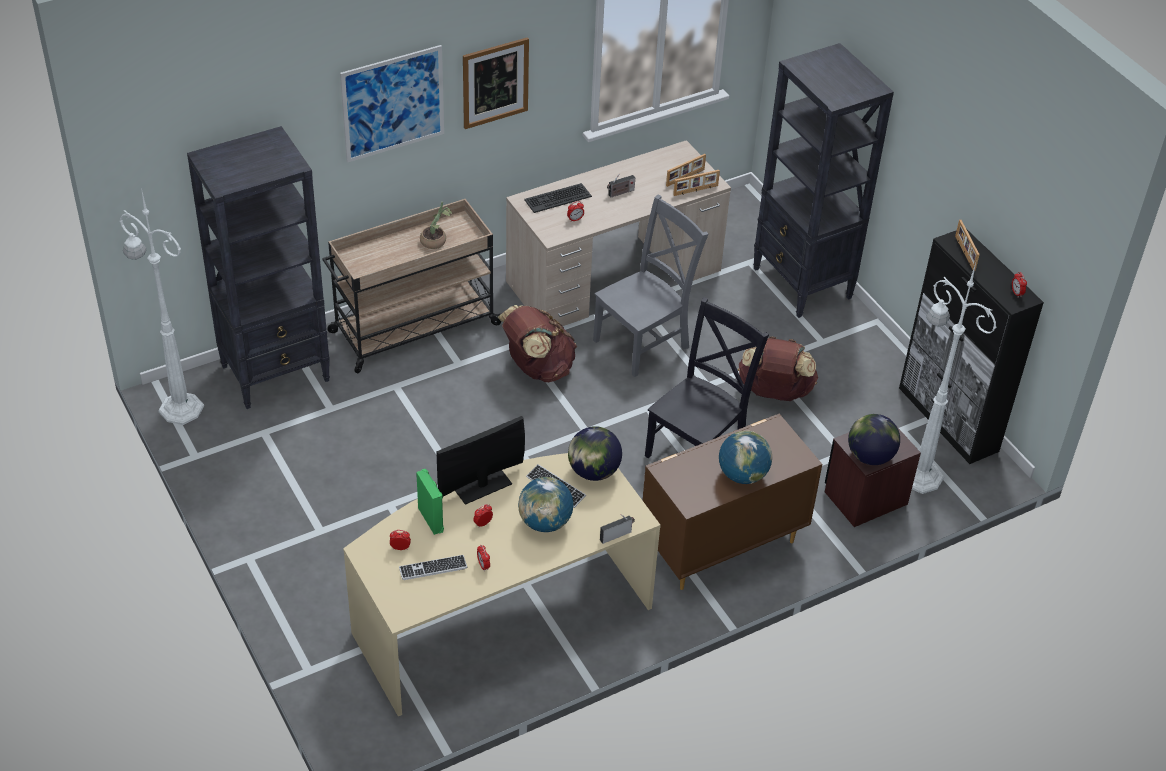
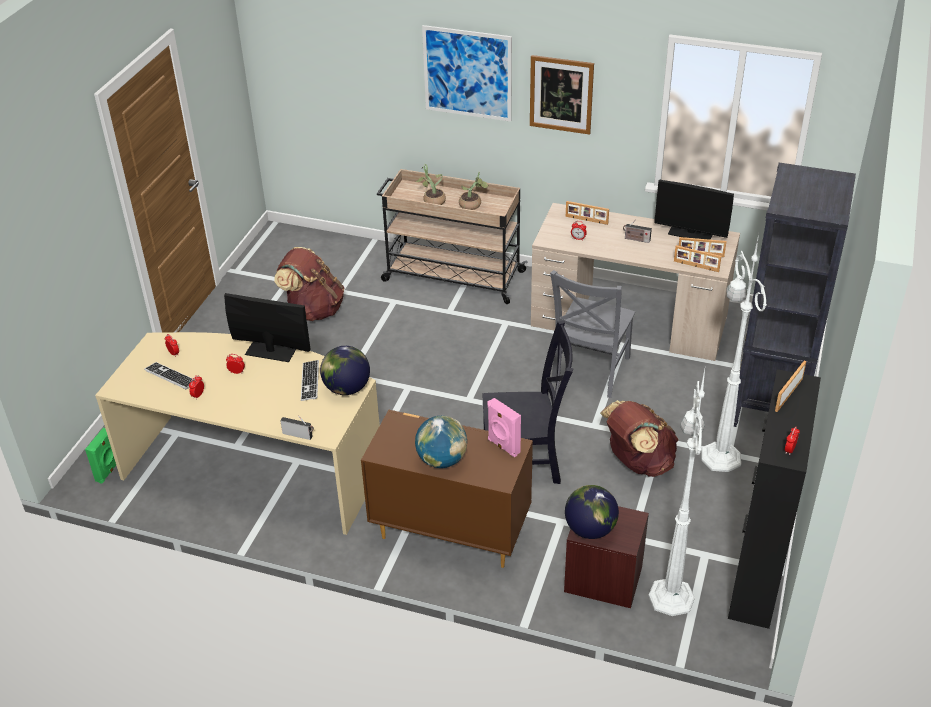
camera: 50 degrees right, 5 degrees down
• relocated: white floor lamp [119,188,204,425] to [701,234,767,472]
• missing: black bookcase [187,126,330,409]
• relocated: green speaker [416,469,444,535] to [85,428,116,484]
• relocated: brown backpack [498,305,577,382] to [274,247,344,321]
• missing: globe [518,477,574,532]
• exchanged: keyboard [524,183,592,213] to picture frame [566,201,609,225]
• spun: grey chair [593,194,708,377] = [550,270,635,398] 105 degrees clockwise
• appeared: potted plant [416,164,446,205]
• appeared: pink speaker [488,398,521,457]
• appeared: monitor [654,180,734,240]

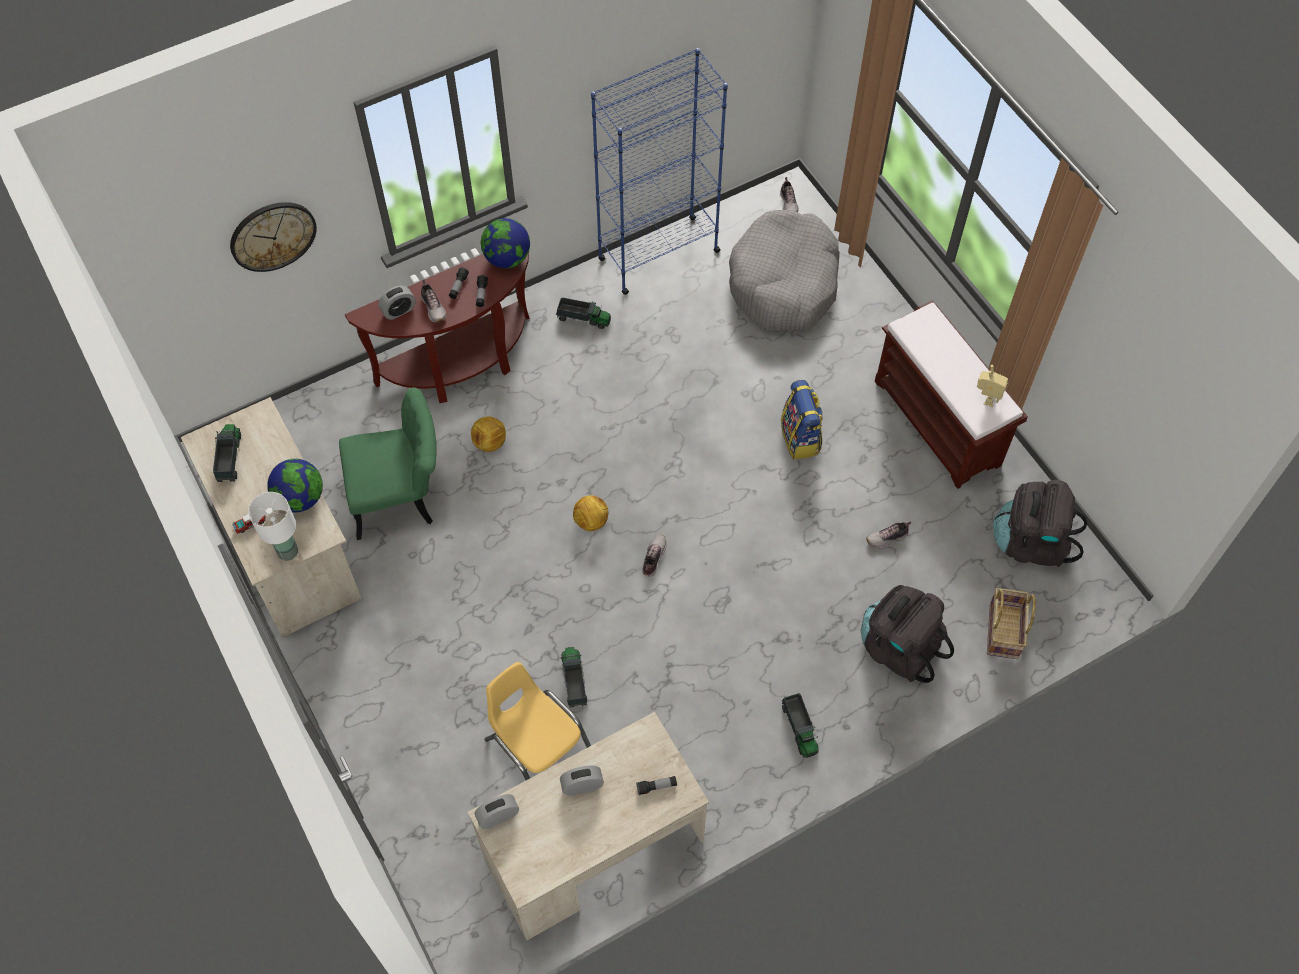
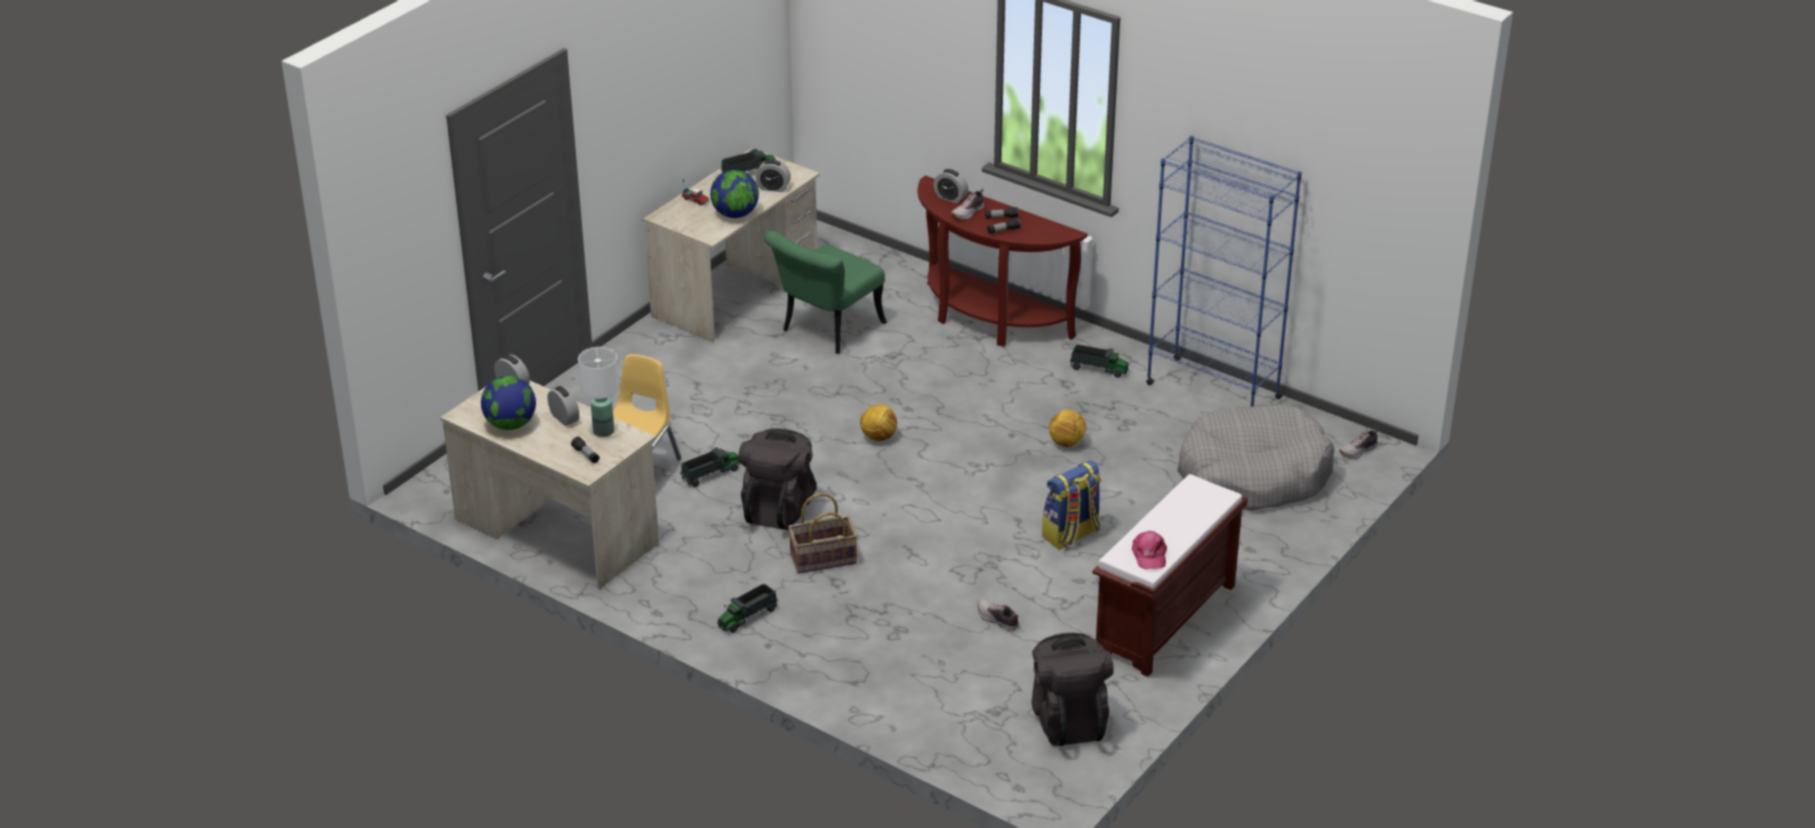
camera: 65 degrees right, 25 degrees down
• missing: wall clock [230,202,317,272]
• relocated: white table lamp [248,492,298,561] to [578,347,620,437]
• spun: green chair [339,387,436,540] = [764,231,887,354] 75 degrees clockwise
• relocated: football [471,416,506,452] to [1049,409,1086,447]
• relocated: globe [481,218,530,268] to [481,376,536,430]
• spun: toy truck [556,298,611,329] = [1069,345,1128,378] 60 degrees counterclockwise
• missing: shoe [642,535,667,577]
• relocated: black backpack [861,585,954,683] to [738,428,817,530]
• exchanged: toy robot [977,365,1008,407] to pink cap [1132,531,1167,569]
• relocated: basket [987,588,1036,659] to [788,493,857,574]
• appeared: alarm clock [755,160,791,192]

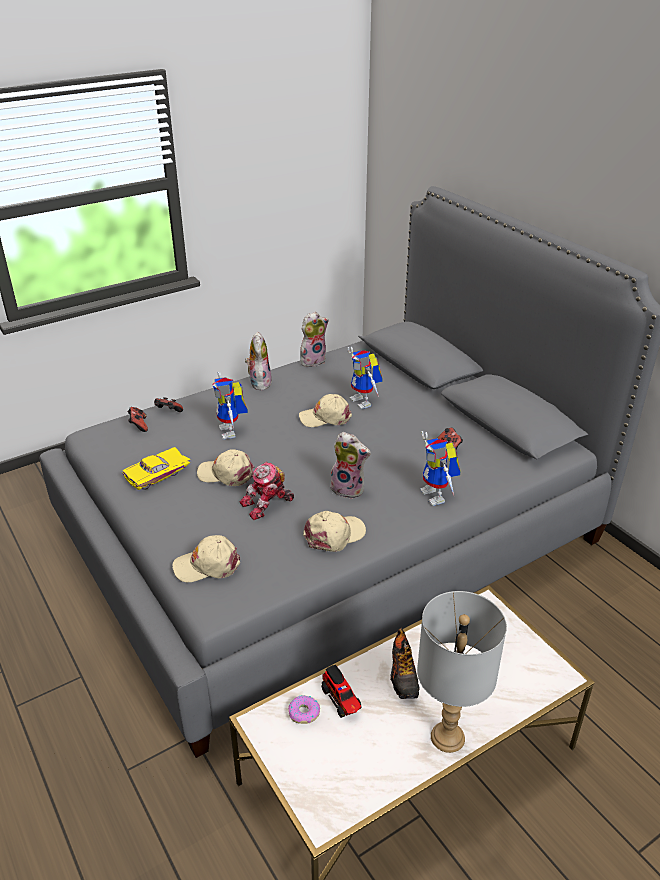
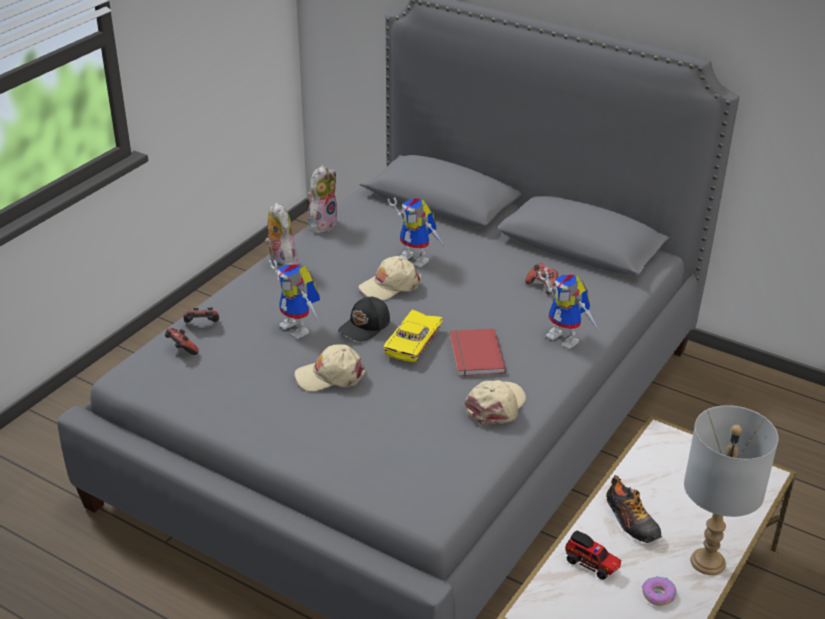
camera: 25 degrees left, 0 degrees up
• relocated: yellow toy car [123,447,191,490] to [384,310,443,362]
• missing: beige cap [172,535,240,583]
• missing: toy robot [239,462,294,520]
• relocated: donut [288,695,320,724] to [642,576,677,606]
• exchanged: plush toy [329,432,371,499] to red book [450,329,506,377]
• appeared: black cap [338,297,390,341]

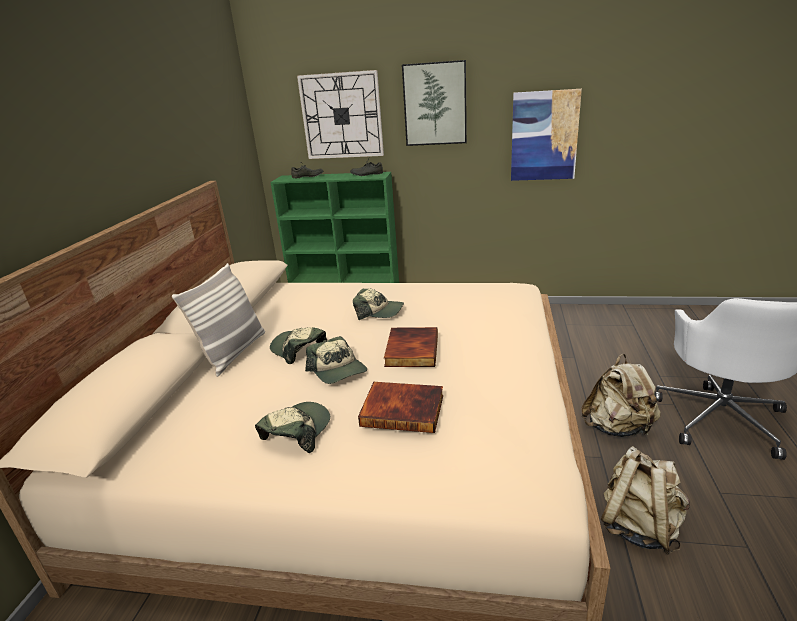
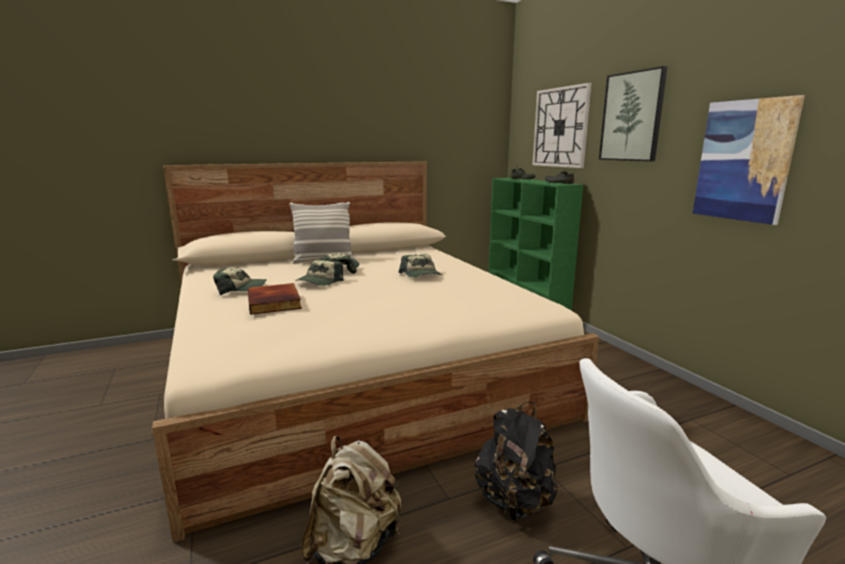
camera: 55 degrees right, 10 degrees down
• missing: book [384,327,438,367]
• colour: beige backpack [581,354,661,437] to black backpack [475,402,558,521]

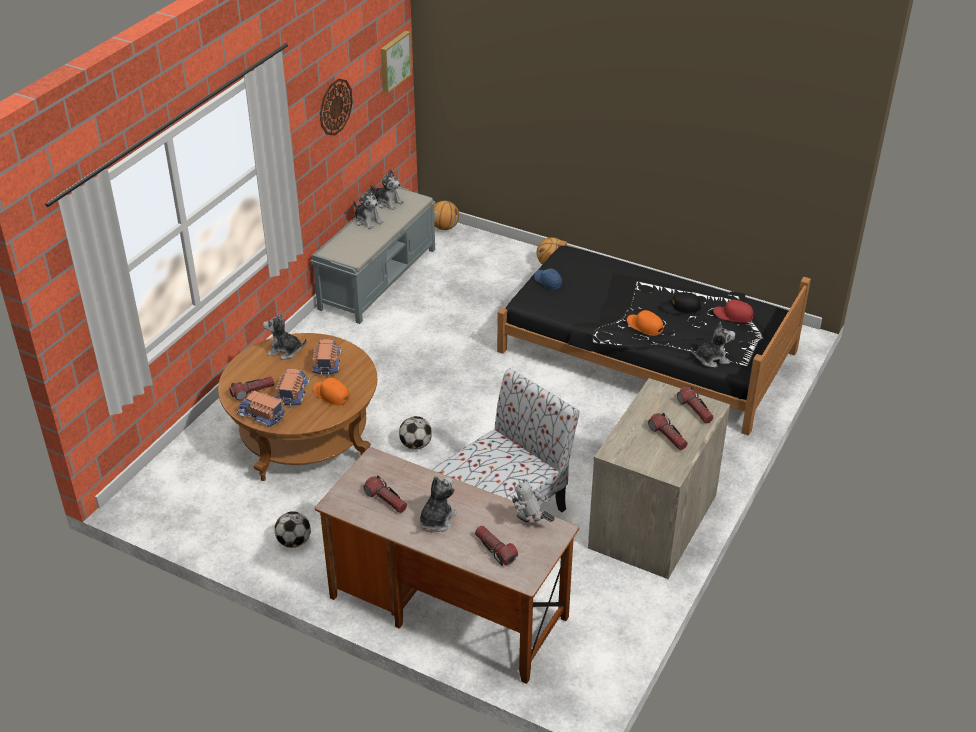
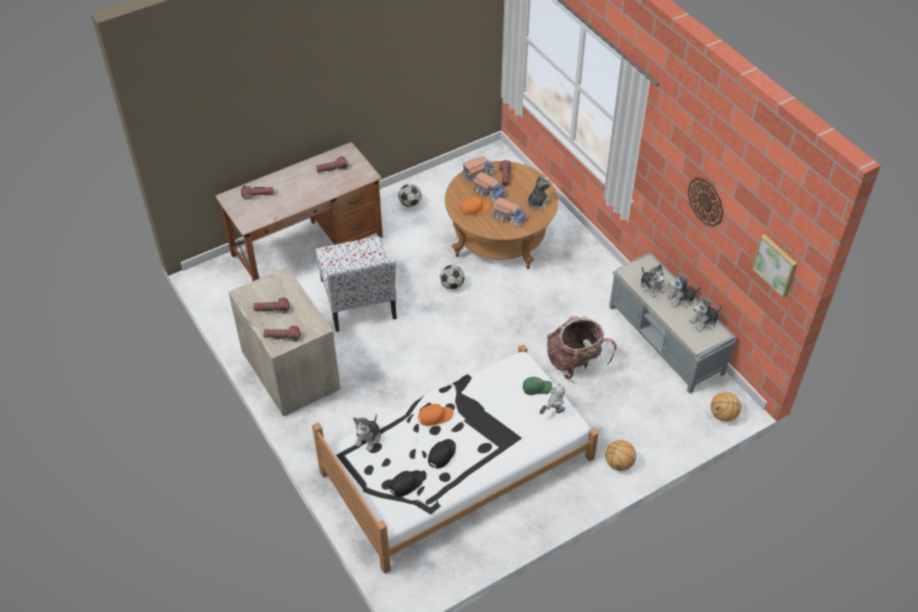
camera: 120 degrees right, 10 degrees up
• relocated: plush toy [419,476,457,532] to [640,265,665,298]
• colour: black bed [497,240,811,436] to white bed [312,344,599,574]
• relocated: toy robot [511,479,555,522] to [539,383,566,414]
• colour: blue cap [534,268,562,290] to green cap [523,377,552,395]
• colour: red cap [713,300,753,323] to black cap [390,470,424,497]
• appeared: backpack [547,316,616,379]

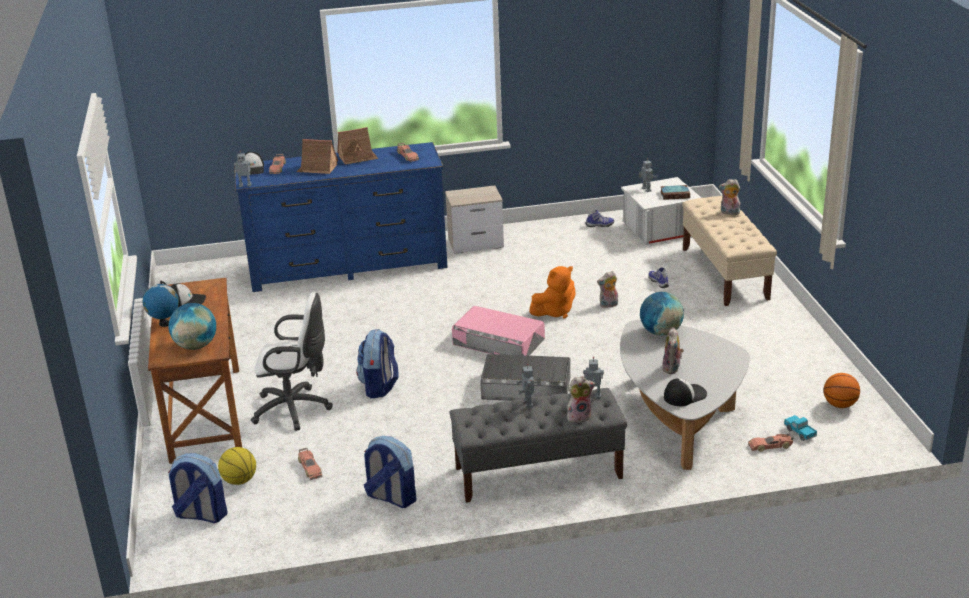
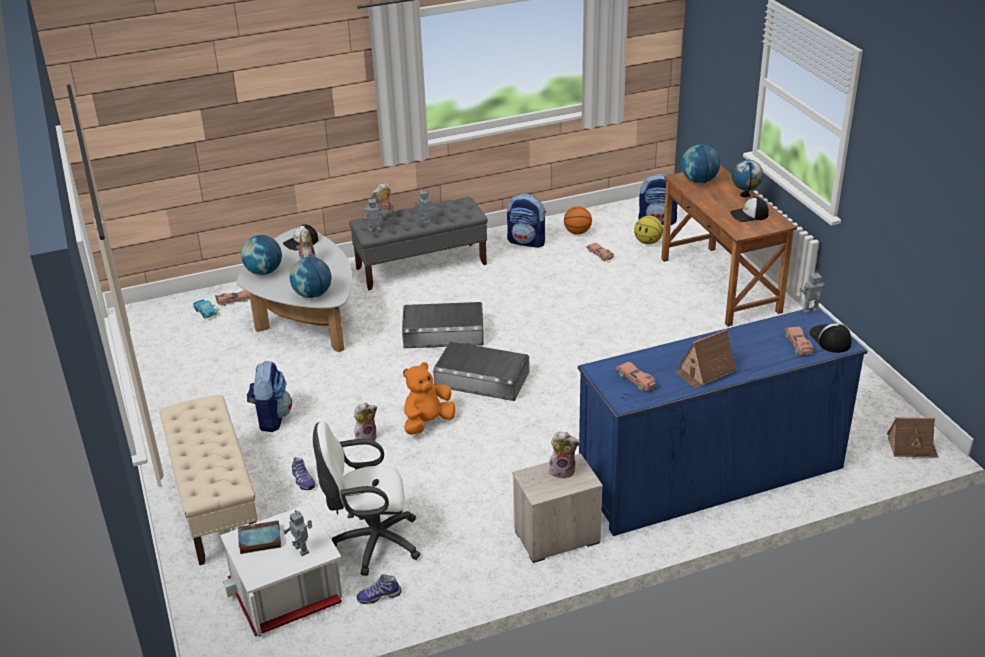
camera: 170 degrees right, 5 degrees up
• relocated: white office chair [251,292,333,431] to [313,422,421,576]
• relocated: toy house [297,139,338,174] to [887,417,939,460]
• relocated: backpack [356,329,398,398] to [247,361,292,432]
• colour: pink storage box [452,306,545,356] to grey storage box [433,342,529,401]
• relocated: plush toy [719,179,740,215] to [549,432,580,478]
• relocated: basketball [824,373,860,408] to [564,206,592,235]
• appeared: globe [241,235,282,275]

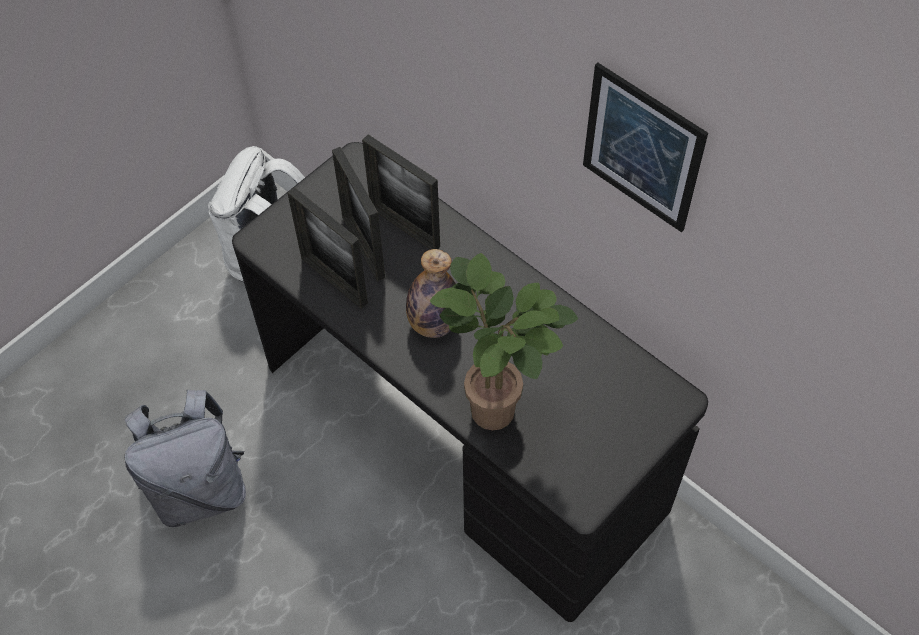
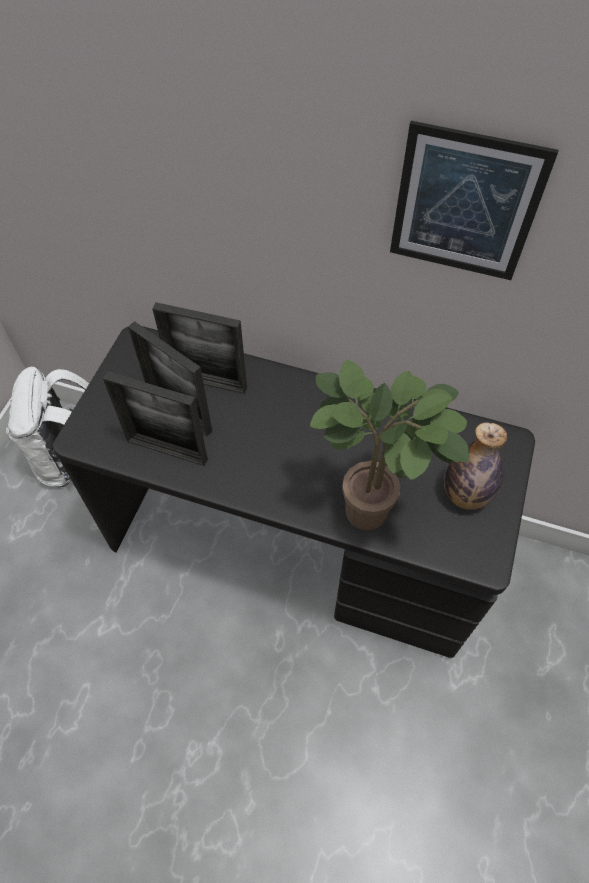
camera: 25 degrees left, 0 degrees up
• missing: grey backpack [124,390,246,527]
• relocated: bottle [406,249,456,338] to [444,422,507,510]

